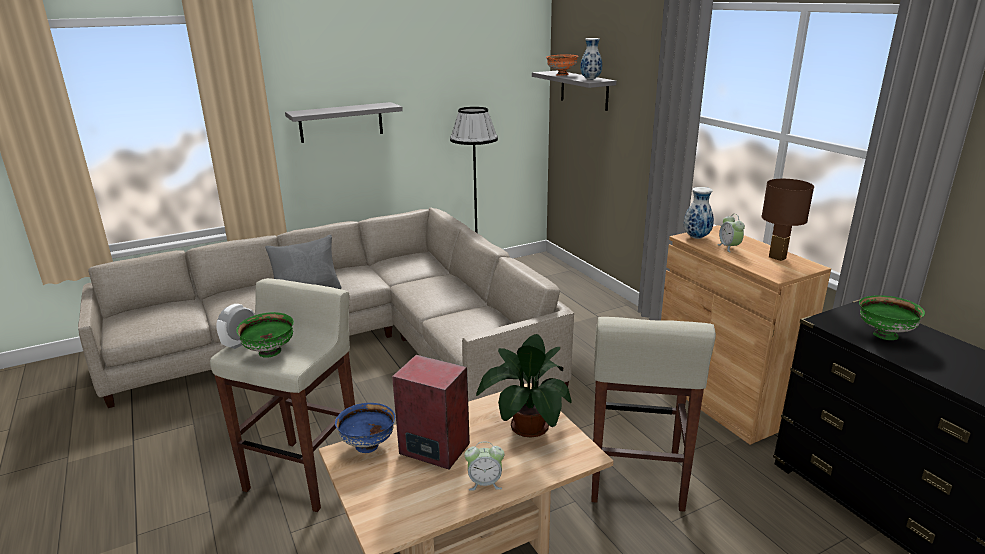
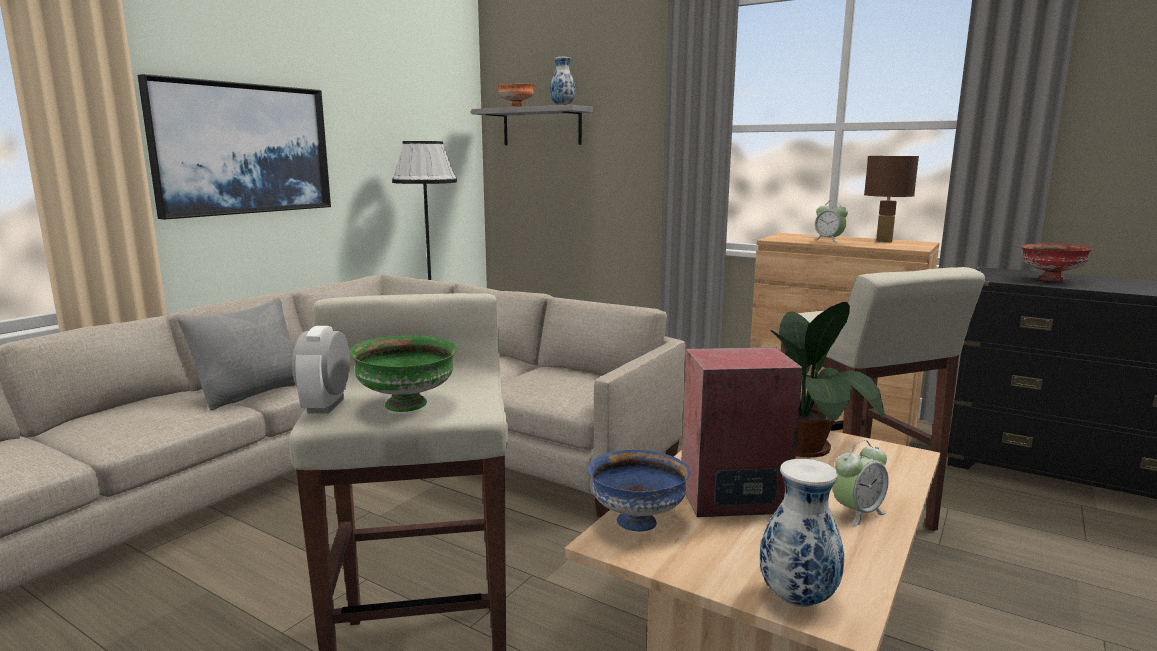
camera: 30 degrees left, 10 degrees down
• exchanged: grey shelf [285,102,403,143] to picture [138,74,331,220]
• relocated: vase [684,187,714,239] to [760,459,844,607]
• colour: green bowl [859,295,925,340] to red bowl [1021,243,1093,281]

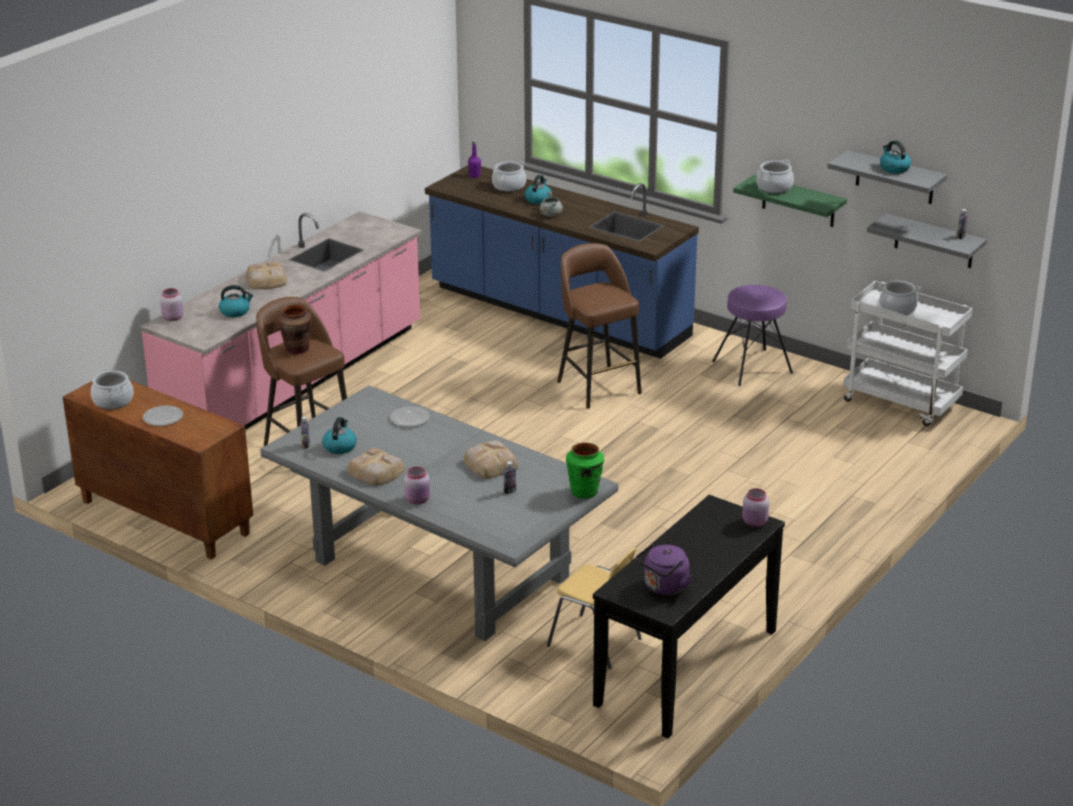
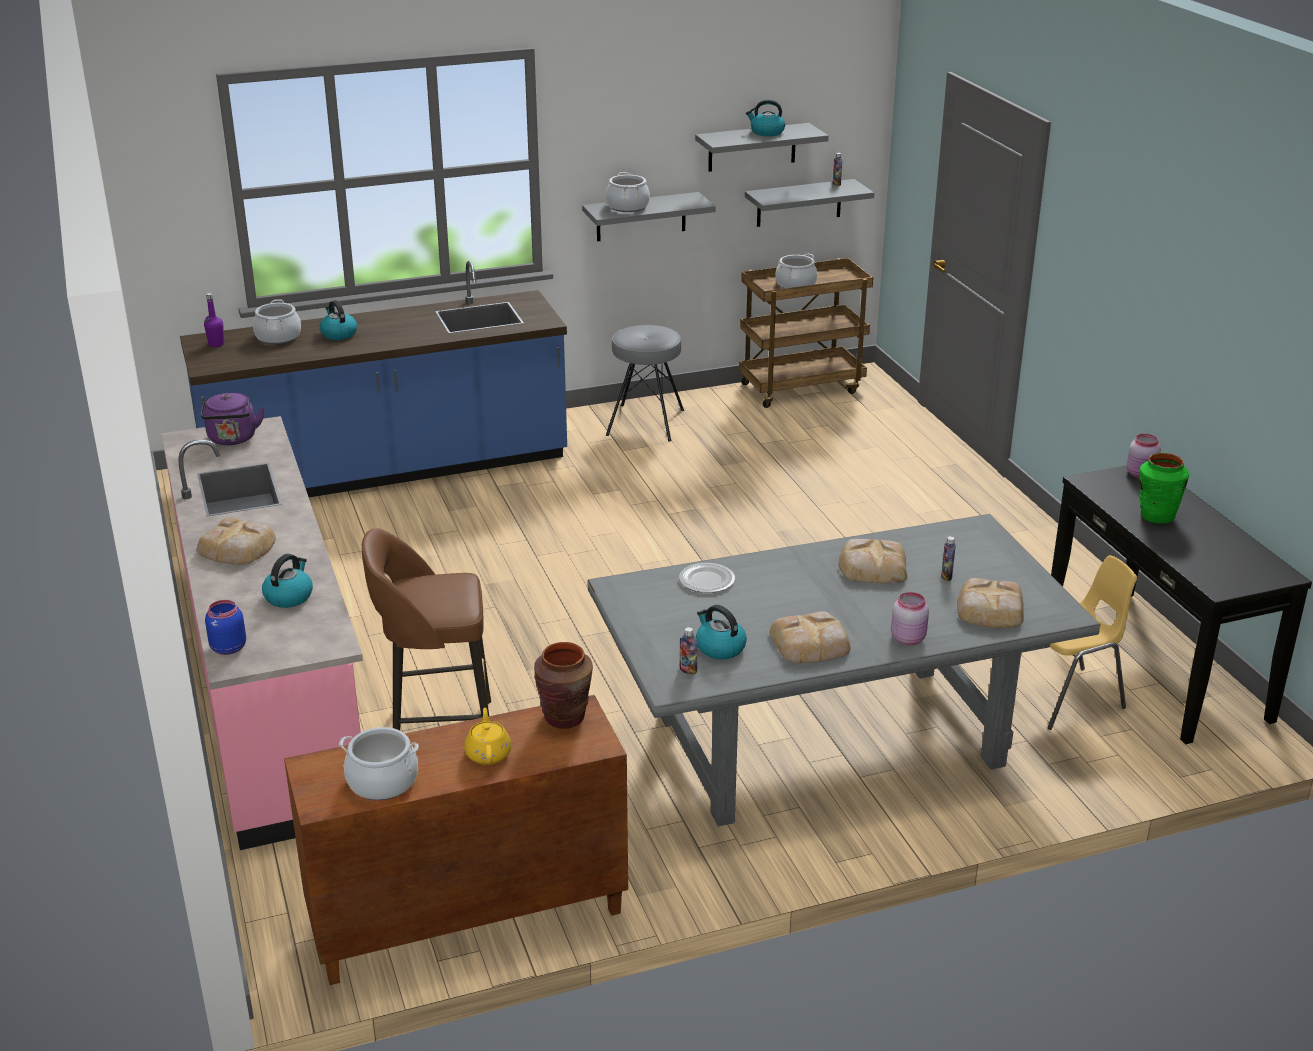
camera: 55 degrees left, 0 degrees up
• exchanged: plate [143,406,183,426] to yellow teapot [464,708,512,765]
• colour: pink jar [160,288,184,321] to blue jar [205,600,246,655]
• relocated: brown vase [278,304,312,354] to [534,642,593,729]
• missing: grey cooking pot [540,192,563,216]
• missing: brown stool [557,243,642,409]
• relocated: green vase [566,443,604,499] to [1140,453,1189,523]
• relocated: purple kettle [636,544,692,595] to [201,393,265,445]
• colour: purple stool [712,285,793,386] to grey stool [606,325,684,442]
• colour: green shelf [733,175,847,227] to grey shelf [582,192,716,241]
• colour: white cart [843,281,973,426] to brown cart [739,258,873,408]
• appeared: bread [957,578,1024,628]

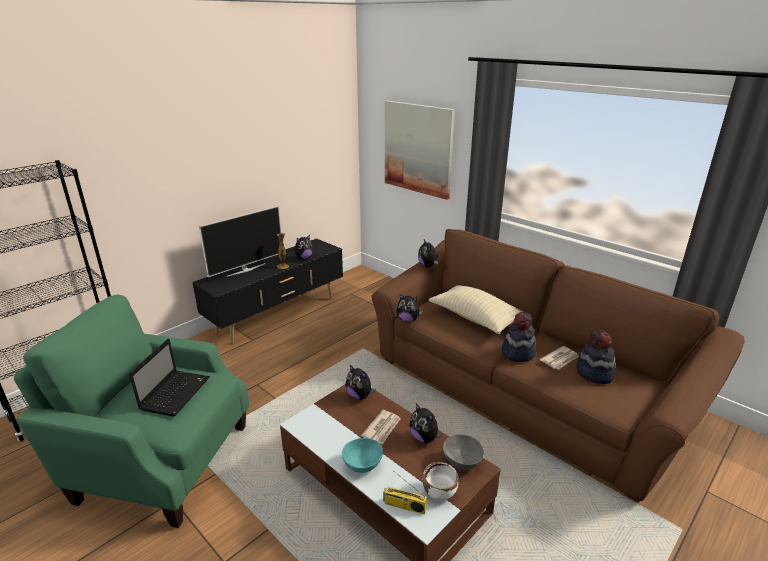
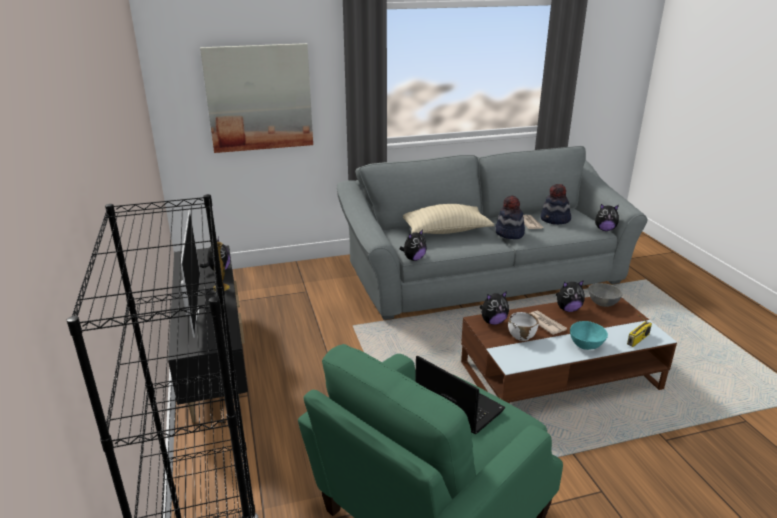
camera: 60 degrees left, 0 degrees up
• colour: brown sofa [372,229,744,502] to grey sofa [337,146,647,320]
• relocated: plush toy [418,239,438,267] to [595,204,619,231]
• relocated: white bowl [423,462,458,501] to [508,312,539,341]

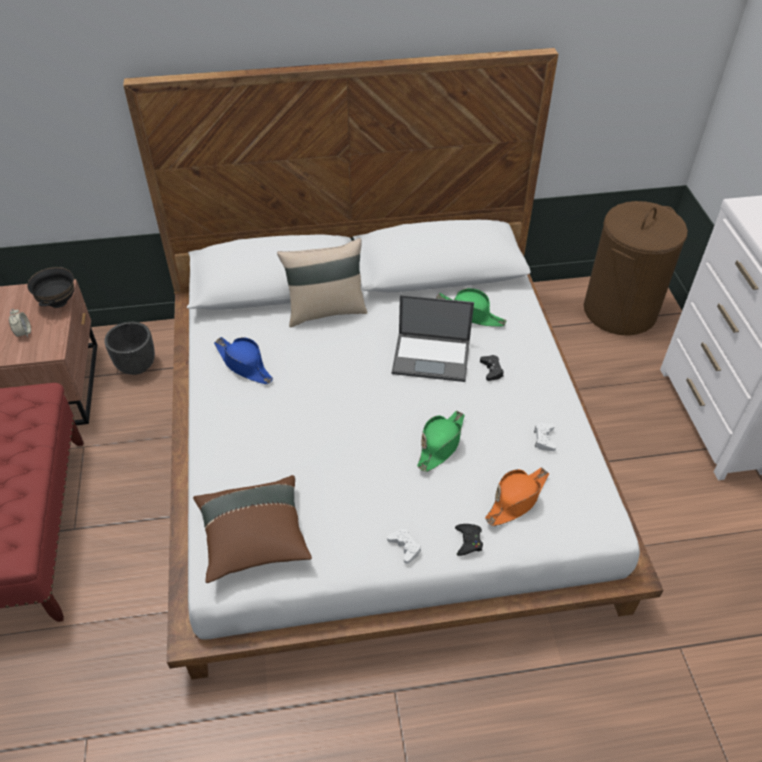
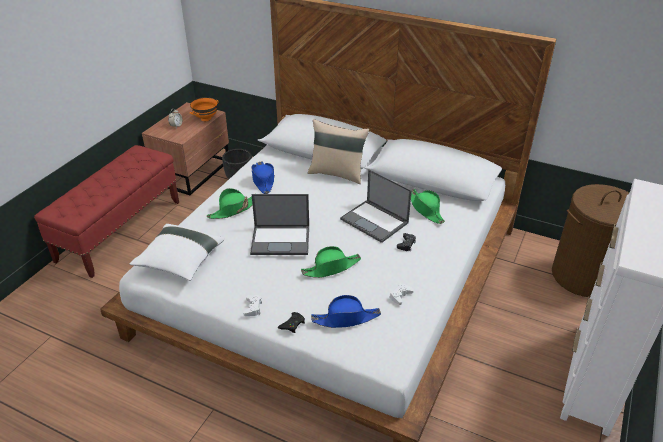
camera: 35 degrees right, 10 degrees down
• colour: black bowl [27,267,75,308] to orange bowl [190,97,219,121]
• colour: brown pillow [193,475,312,583] to white pillow [130,224,225,281]
• colour: orange hat [485,468,549,526] to blue hat [311,295,381,328]
• appeared: green hat [207,188,256,219]
• appeared: laptop [250,194,309,255]

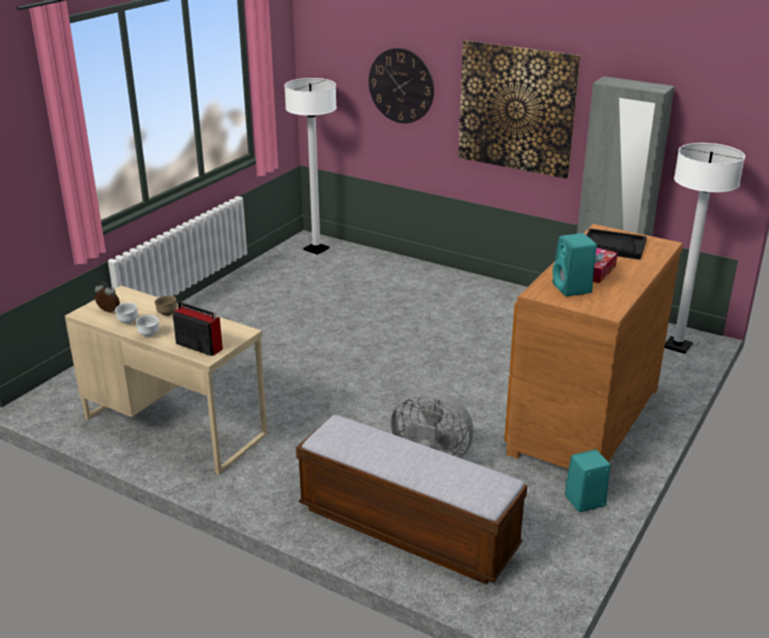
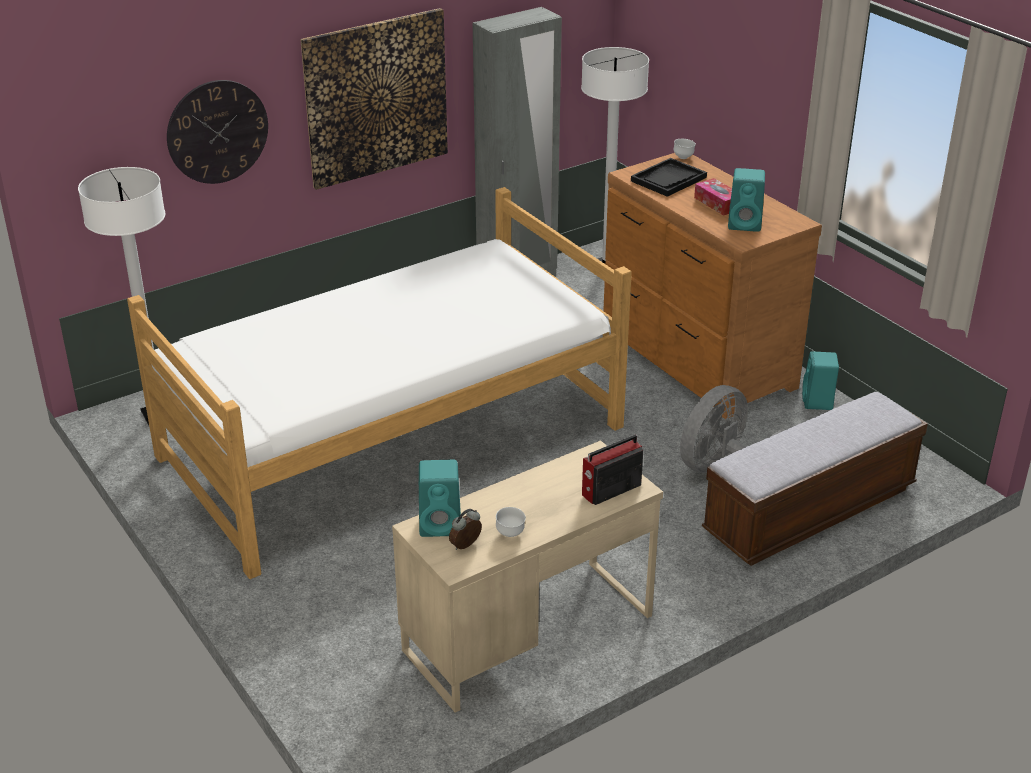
camera: 65 degrees left, 5 degrees up
• relocated: white bowl [136,315,159,337] to [673,139,696,159]
• missing: brown bowl [155,296,177,316]
• appeared: bed [127,187,632,579]
• appeared: turquoise speaker [419,460,461,537]

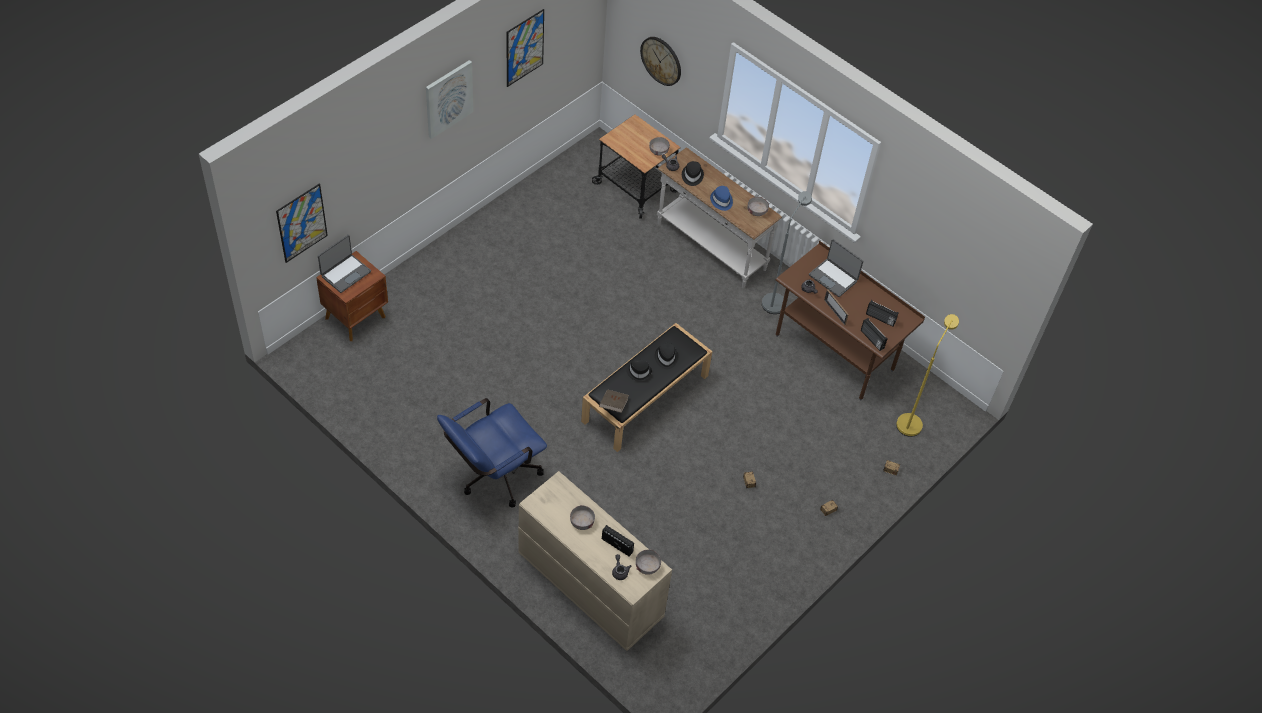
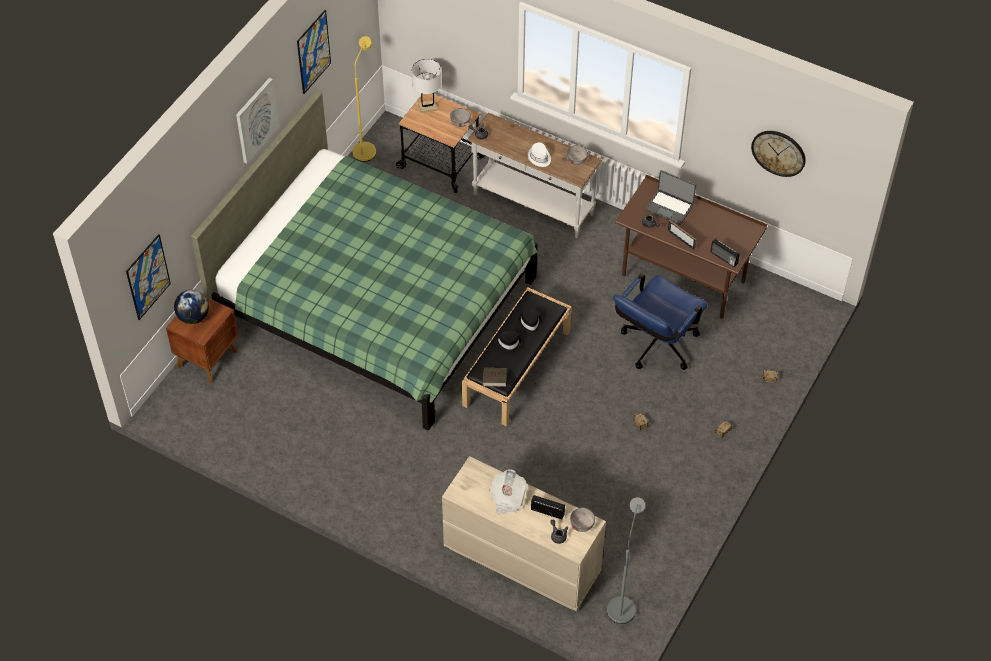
camera: 10 degrees left, 0 degrees up
• exchanged: laptop [318,235,371,293] to globe [174,290,209,324]
• relocated: blue office chair [437,398,547,507] to [613,273,708,370]
• exchanged: grey bowl [570,505,595,530] to newspaper [489,469,528,515]
• relocated: wall clock [640,37,681,86] to [751,131,806,177]
• missing: black hat [682,161,704,186]
• colour: blue hat [710,186,733,211] to white hat [528,142,551,167]
• relocated: grey floor lamp [762,191,812,314] to [607,497,645,624]
• missing: radio [866,300,899,327]
• relocated: yellow floor lamp [896,314,959,437] to [353,36,376,162]
• appeared: green bed [191,91,538,430]
• appeared: white table lamp [412,59,442,113]

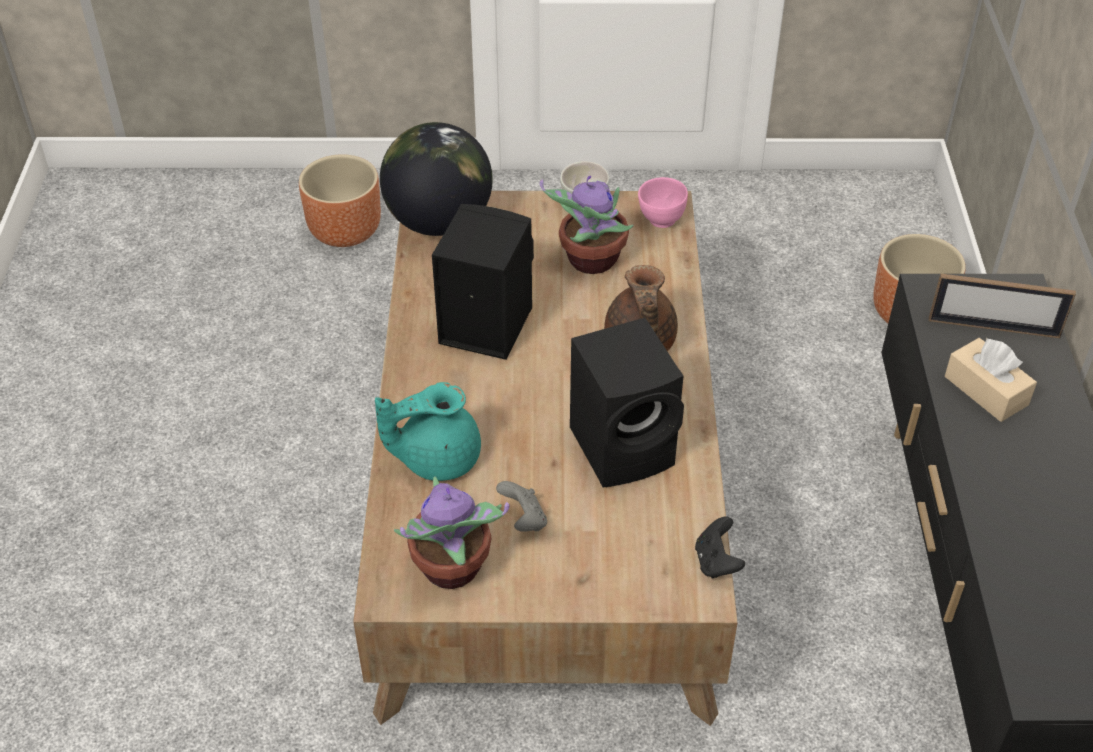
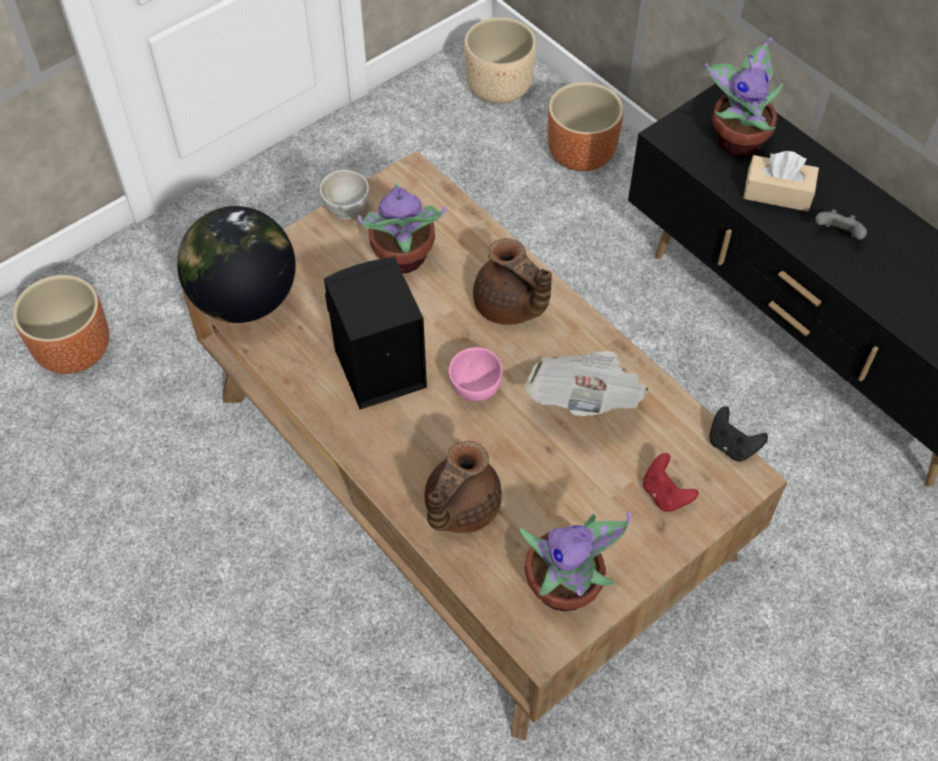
camera: 40 degrees left, 10 degrees up
• colour: turquoise teapot [375,382,481,481] to brown teapot [424,441,502,533]
• relocated: grey game controller [496,481,547,532] to [815,209,867,240]
• exchanged: black speaker [570,318,684,488] to newspaper [524,350,649,416]
• relocated: pink bowl [638,177,688,228] to [449,347,502,402]
• exchanged: picture frame [929,273,1076,338] to potted plant [704,38,783,157]
• appeared: beige planter [464,17,536,104]
• appeared: red game controller [643,453,699,512]

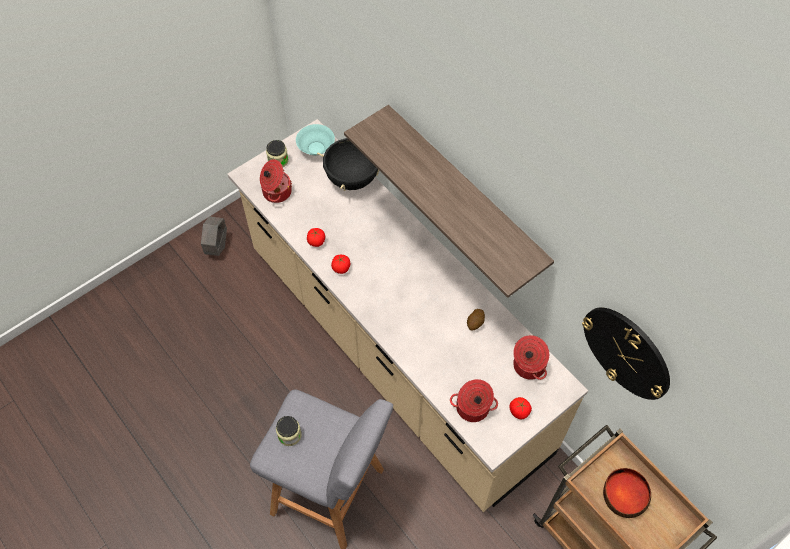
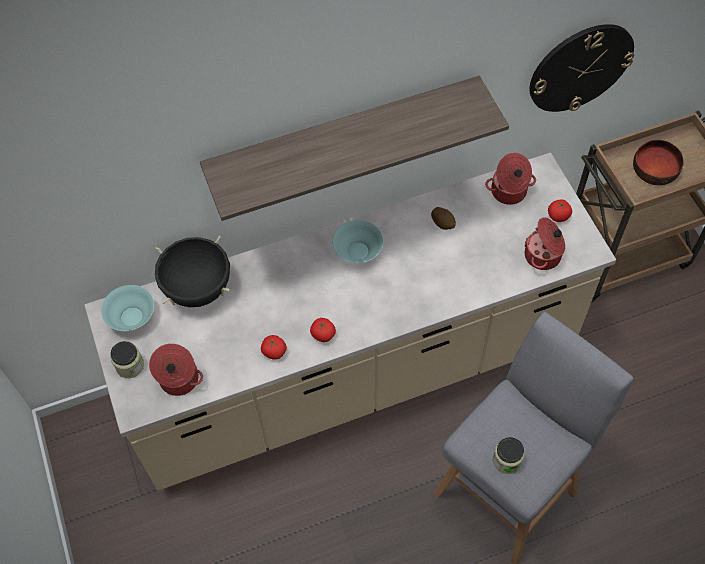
camera: 70 degrees left, 0 degrees up
• missing: grey planter [201,216,227,256]
• appeared: turquoise bowl [332,220,383,263]

